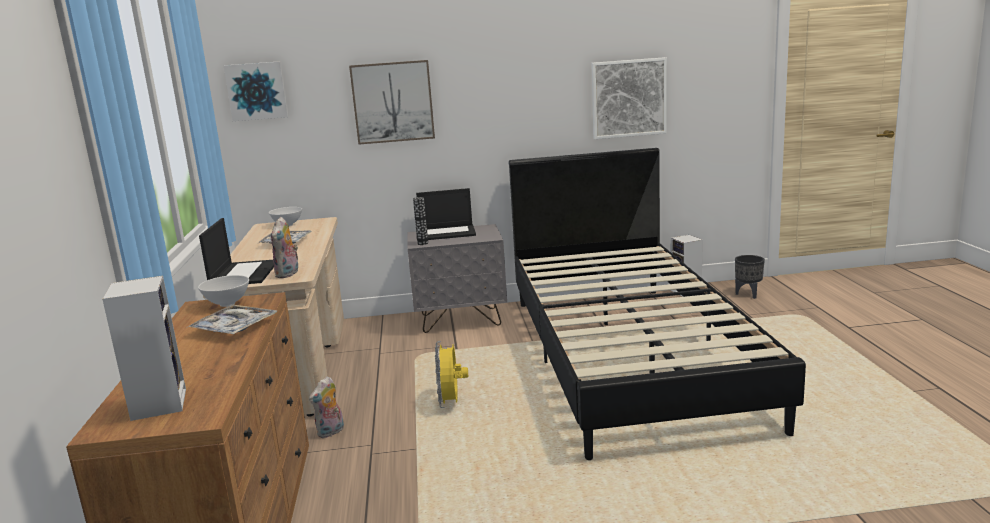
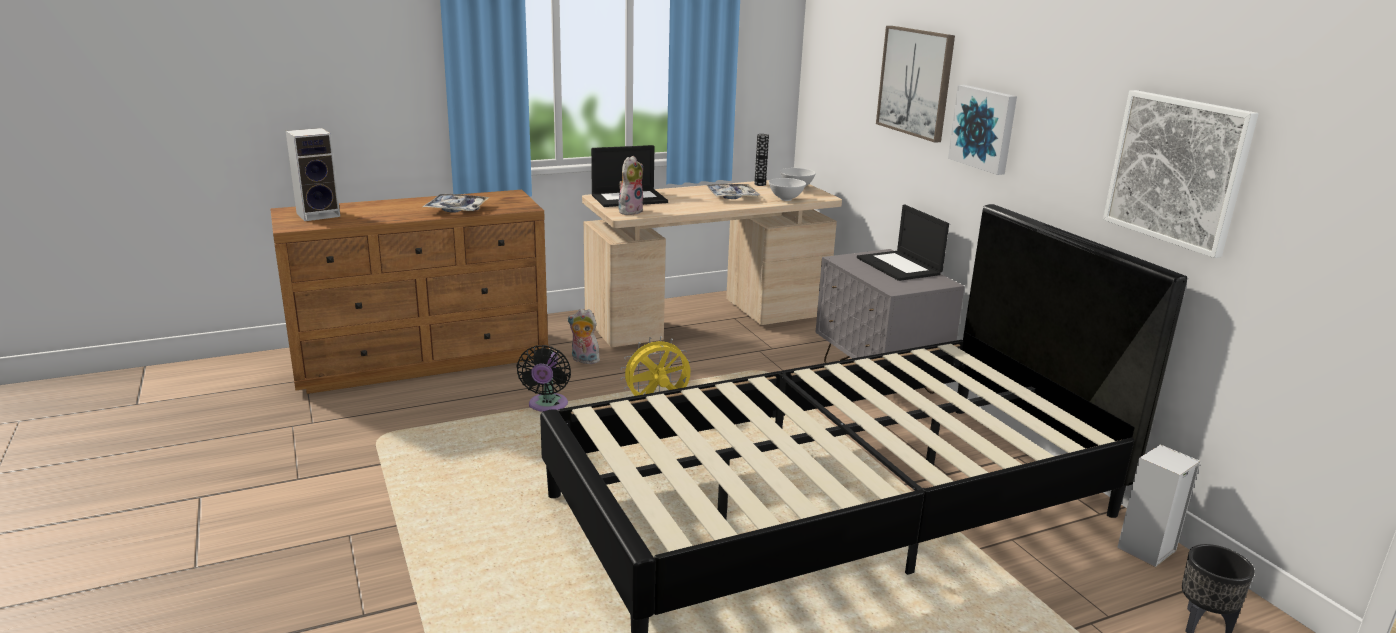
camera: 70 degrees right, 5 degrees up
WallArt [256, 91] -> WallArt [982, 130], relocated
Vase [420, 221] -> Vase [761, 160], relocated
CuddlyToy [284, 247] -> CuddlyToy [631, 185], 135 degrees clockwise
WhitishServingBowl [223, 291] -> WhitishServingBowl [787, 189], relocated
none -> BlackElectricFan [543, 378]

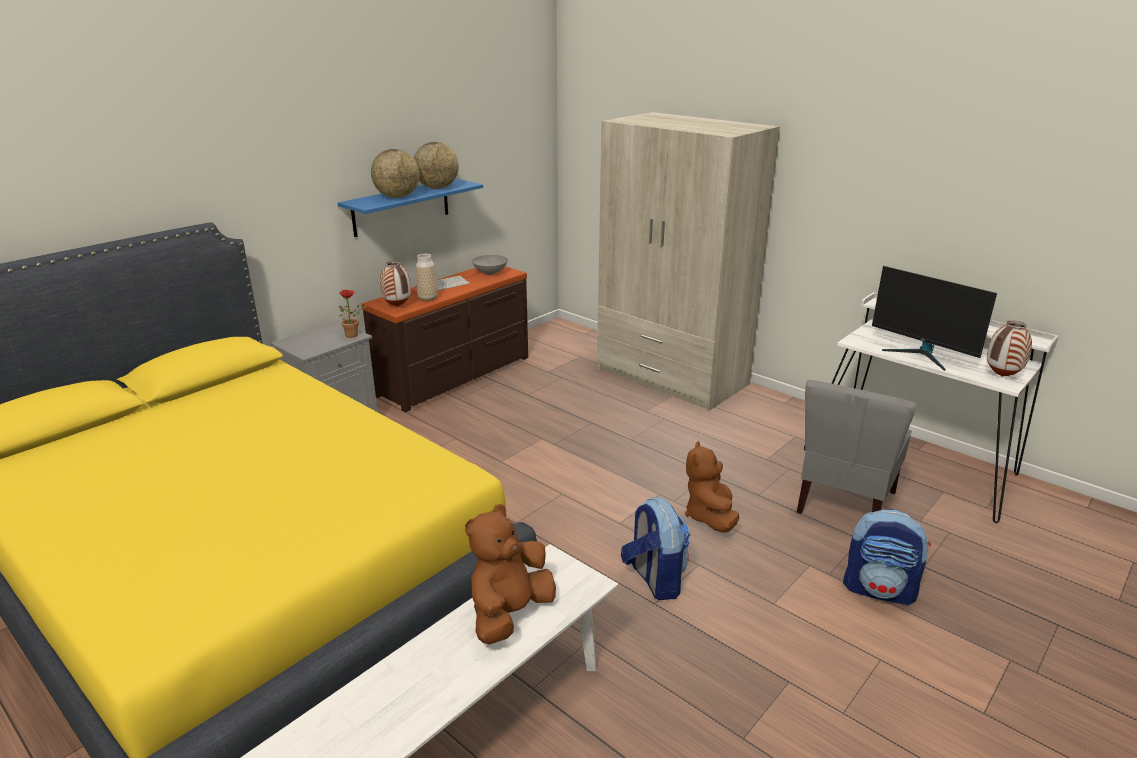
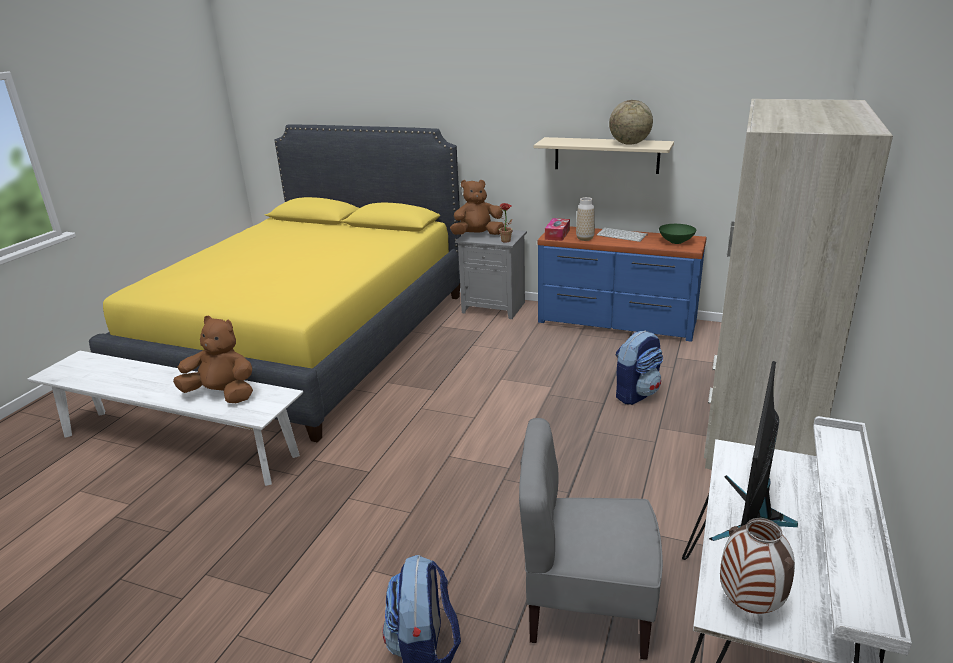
camera: 70 degrees right, 0 degrees up
DeskGlobe [395, 173] -> none
BlueColouredBracketShelf [410, 207] -> BeigeColouredBracketShelf [604, 155]
GrayServingBowl [490, 265] -> GreenColouredServingBowl [677, 234]
Vase [395, 284] -> BoxOfTissues [557, 229]
BrownDresser [444, 339] -> BlueColouredDresser [622, 284]
BrownCuddlyToy [712, 487] -> BrownCuddlyToy [477, 207], relocated
Knapsack [655, 548] -> Knapsack [639, 368], relocated

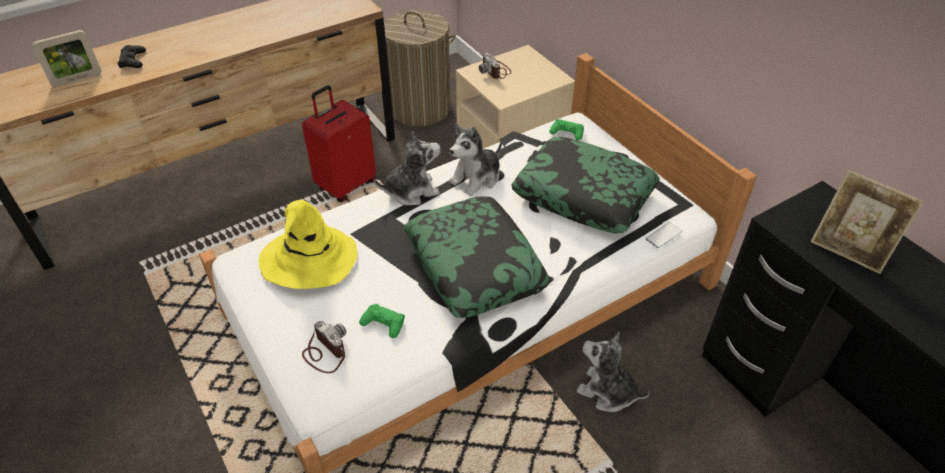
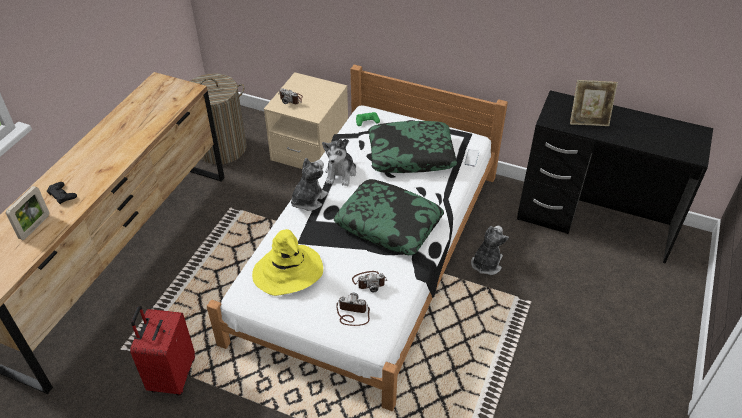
camera: 35 degrees left, 0 degrees up
ReddishPieceOfLuggage [339, 143] -> ReddishPieceOfLuggage [162, 351], relocated
GreenColouredGameController [382, 321] -> StillCamera [369, 281]
CuddlyToy [613, 372] -> CuddlyToy [490, 250], 120 degrees clockwise

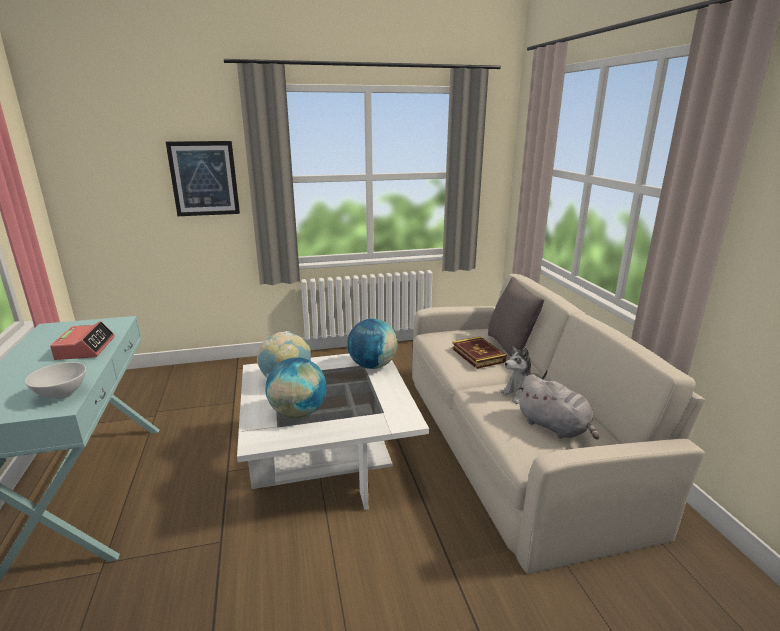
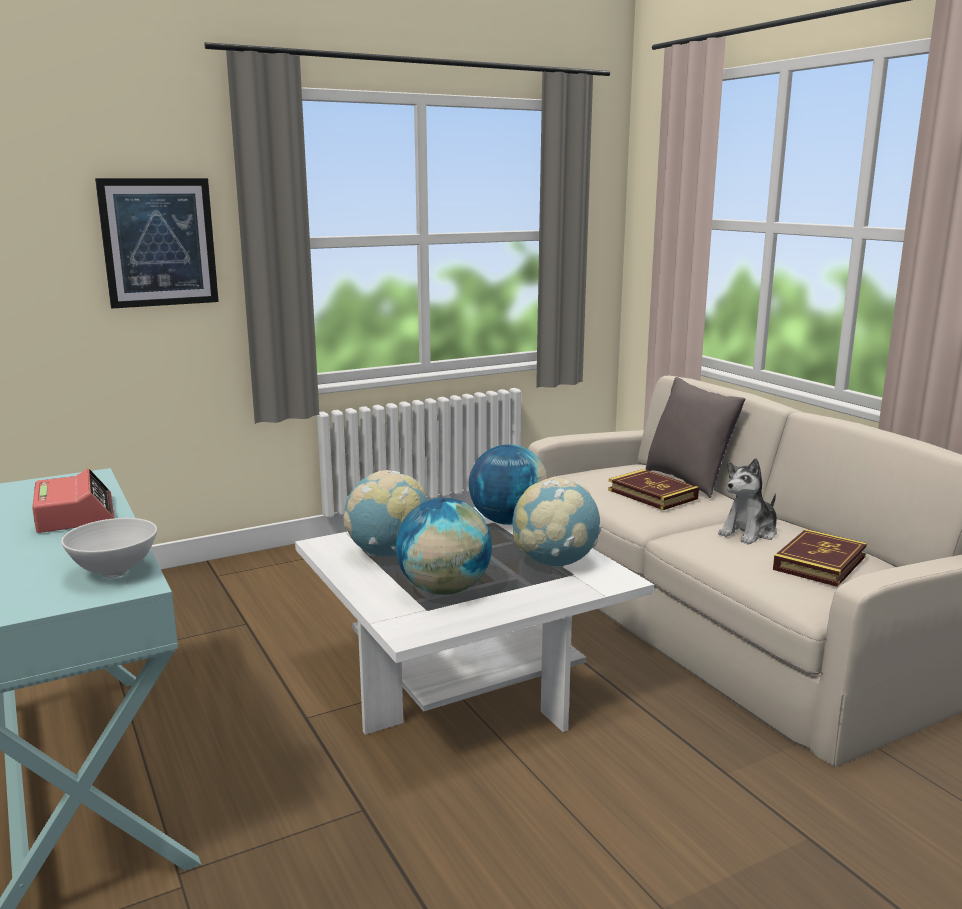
camera: 15 degrees left, 5 degrees down
GrayCuddlyToy [558, 407] -> Book [820, 558]
none -> DeskGlobe [557, 522]

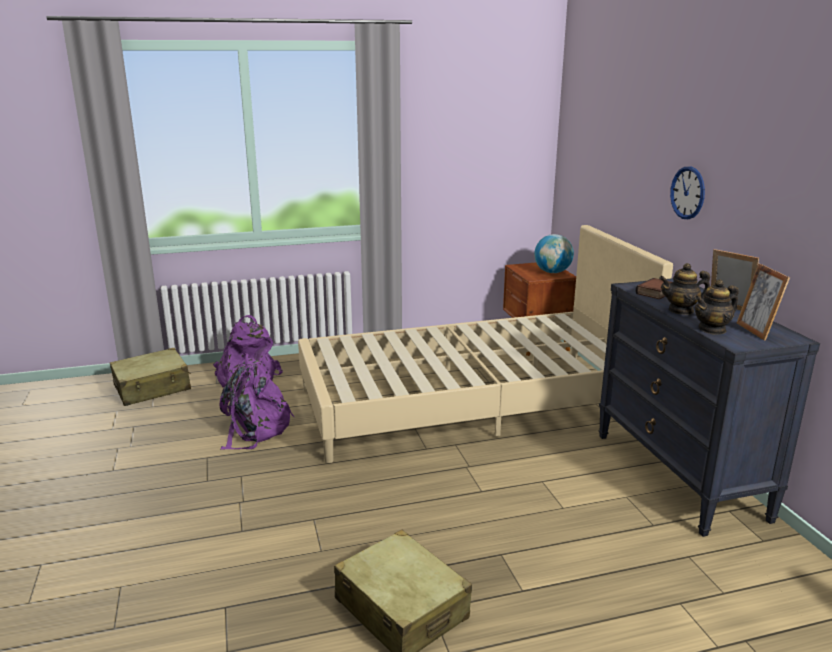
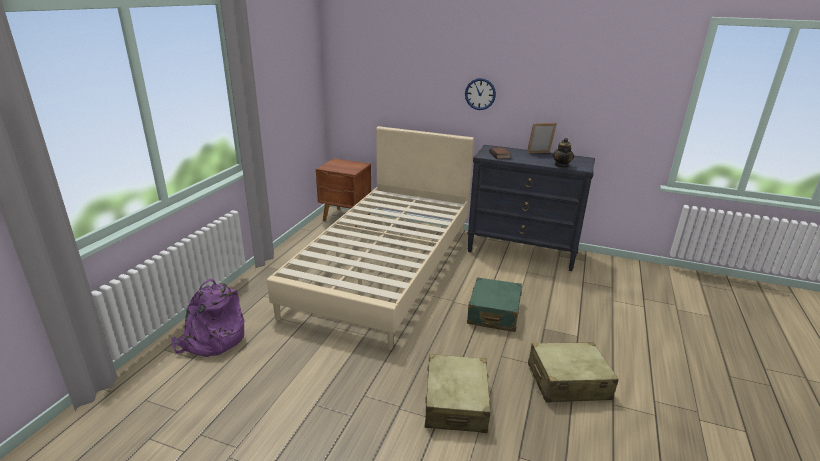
camera: 55 degrees left, 5 degrees up
DeskGlobe [554, 253] -> none
Teapot [684, 289] -> none
PictureFrame [763, 302] -> none
BeigeColouredPieceOfLuggage [150, 377] -> BeigeColouredPieceOfLuggage [458, 393], relocated
PurpleColouredKnapsack [257, 401] -> none
none -> GreenColouredPieceOfLuggage [494, 304]

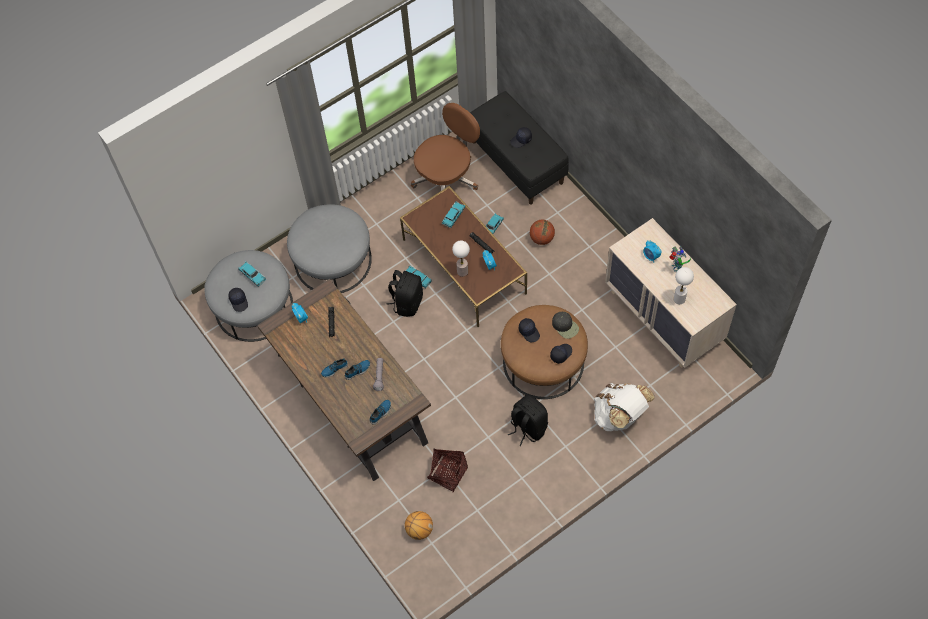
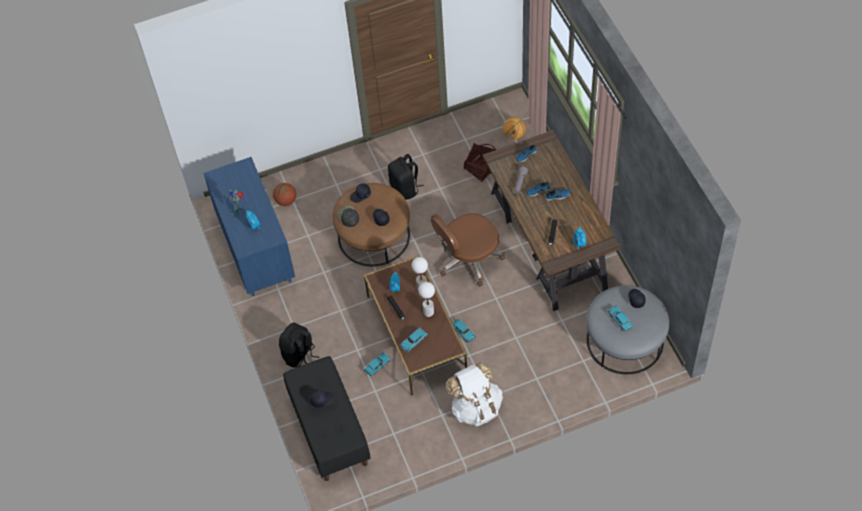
camera: 165 degrees left, 5 degrees down
BrownDeskChair [445, 147] -> BrownDeskChair [468, 249], relocated
GrayOttoman [329, 249] -> none
BeigeColouredDresser [671, 293] -> BlueColouredDresser [249, 226]
BasketballBall [542, 232] -> BasketballBall [284, 194], relocated
WhitishTableLamp [684, 285] -> WhitishTableLamp [426, 299], relocated
BlackKnapsack [405, 293] -> BlackKnapsack [299, 345], relocated
WhitishKnapsack [624, 407] -> WhitishKnapsack [474, 394], relocated

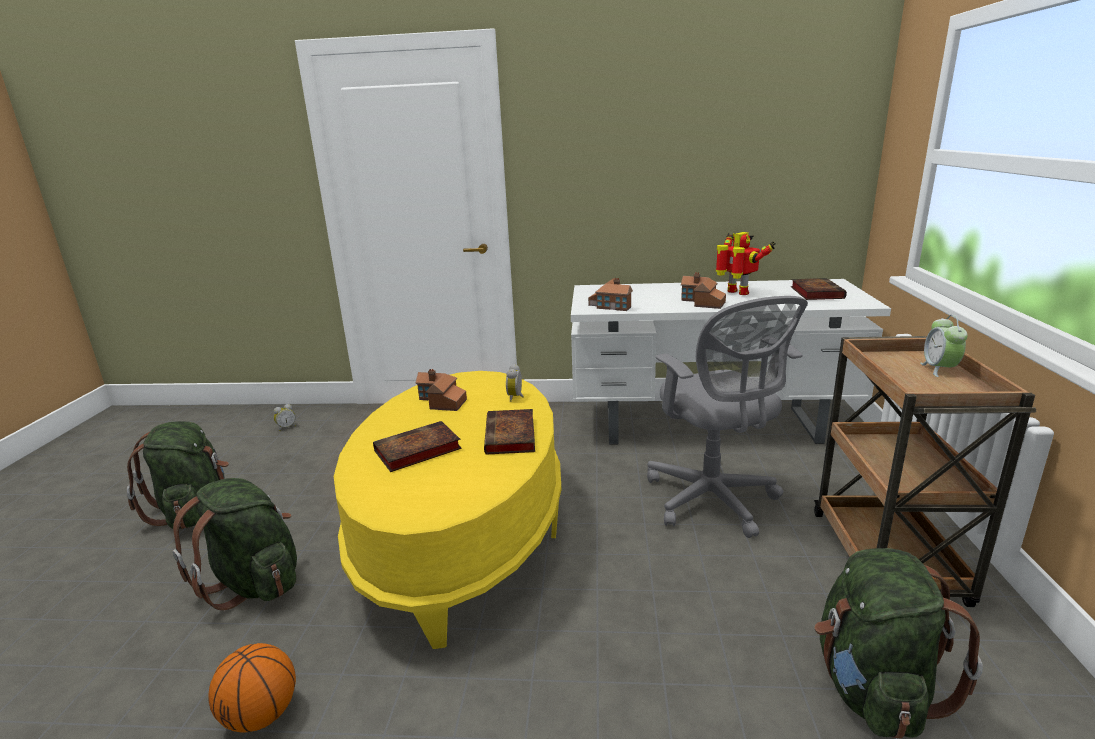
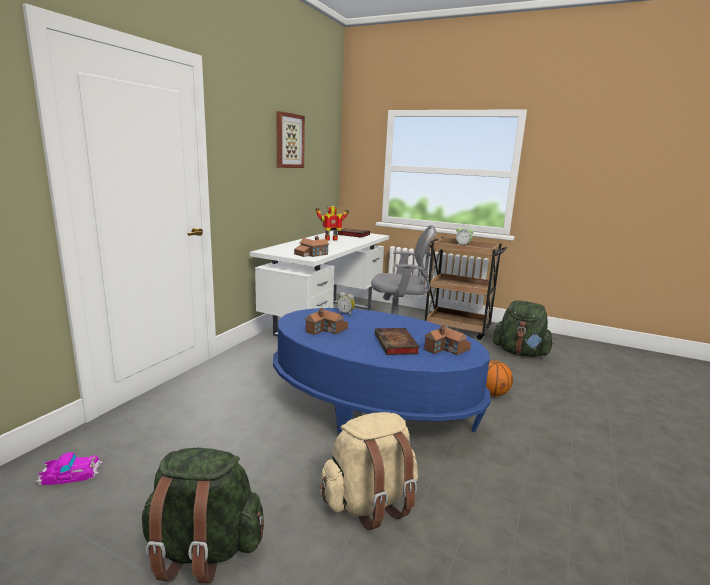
camera: 70 degrees left, 5 degrees down
ToyHouse [703, 290] -> ToyHouse [447, 340], relocated
YellowColouredCoffeeTable [447, 510] -> BlueColouredCoffeeTable [382, 371]
TableClock [285, 417] -> ModelCar [69, 468]
Book [509, 432] -> none
GreenColouredKnapsack [235, 544] -> BeigeColouredKnapsack [369, 471]
BasketballBall [252, 688] -> BasketballBall [499, 378], relocated
none -> WallArt [290, 139]

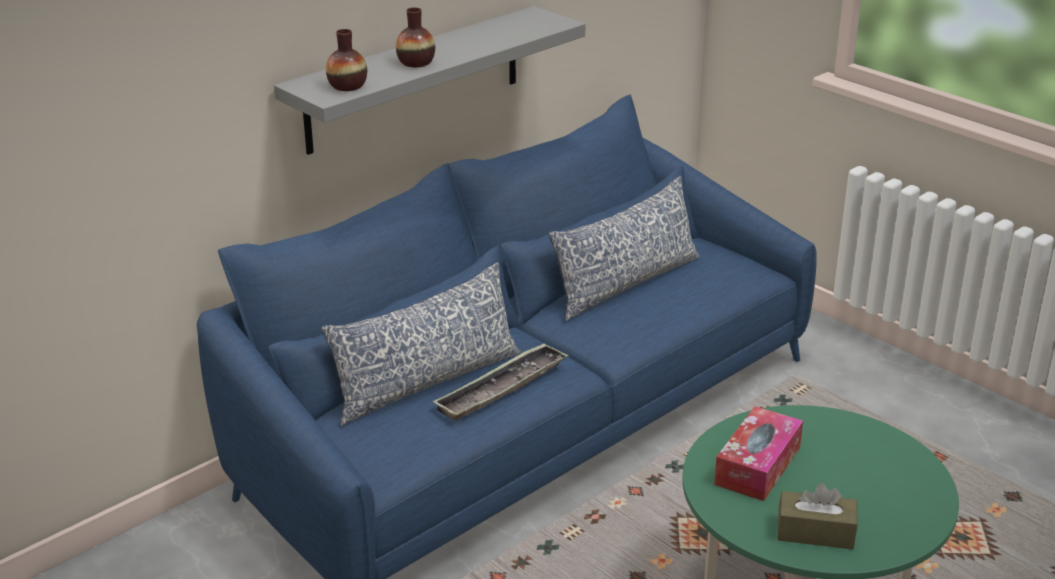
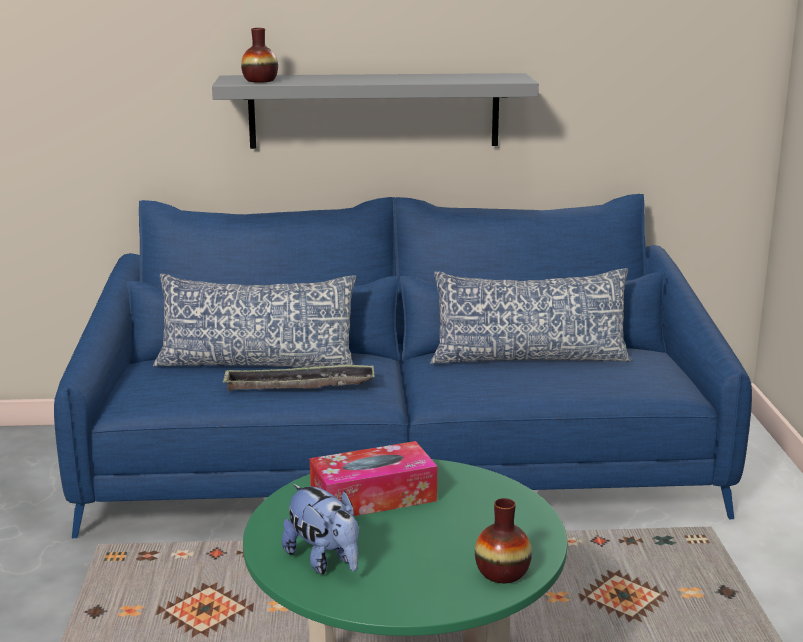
camera: 40 degrees right, 10 degrees down
Vase [415, 37] -> Vase [503, 540], relocated
BrownBoxOfTissues [817, 516] -> CuddlyToy [320, 529]

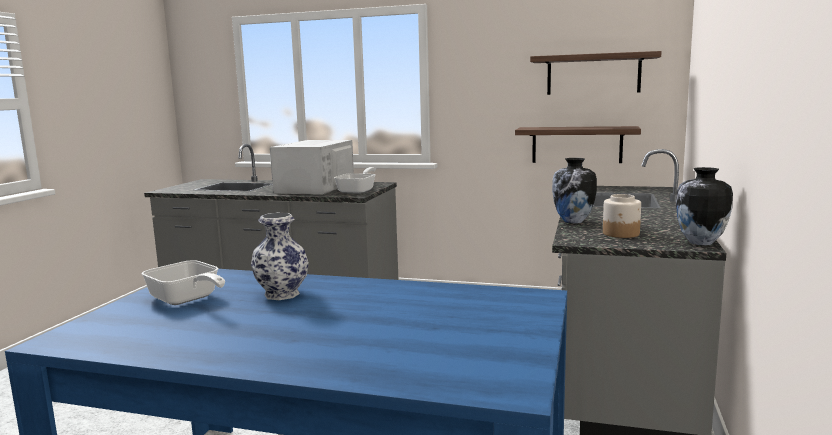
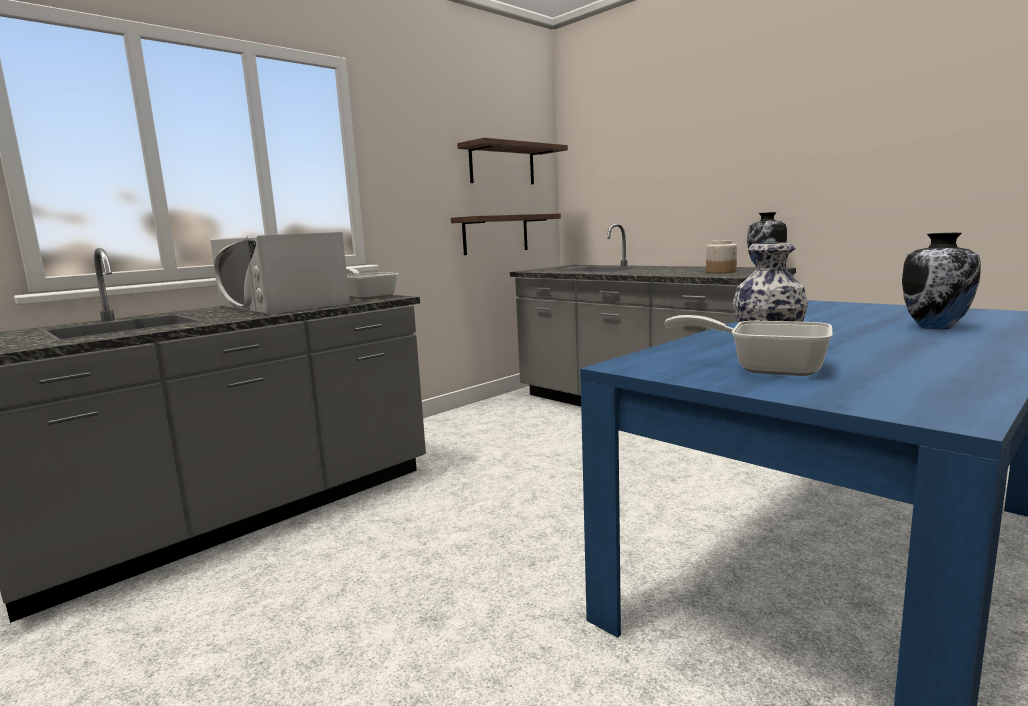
camera: 60 degrees left, 0 degrees up
Vase [574, 191] -> Vase [941, 281], relocated
FryingPan [183, 282] -> FryingPan [748, 345], 135 degrees counterclockwise

